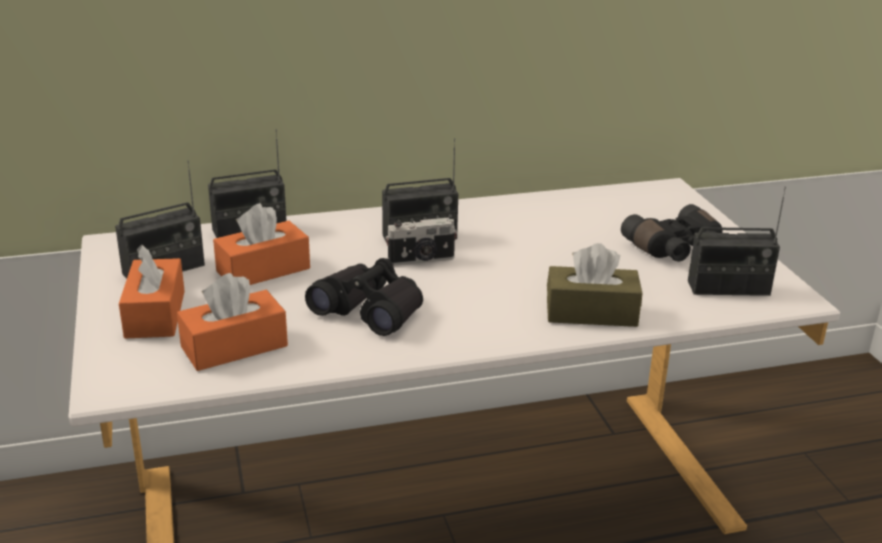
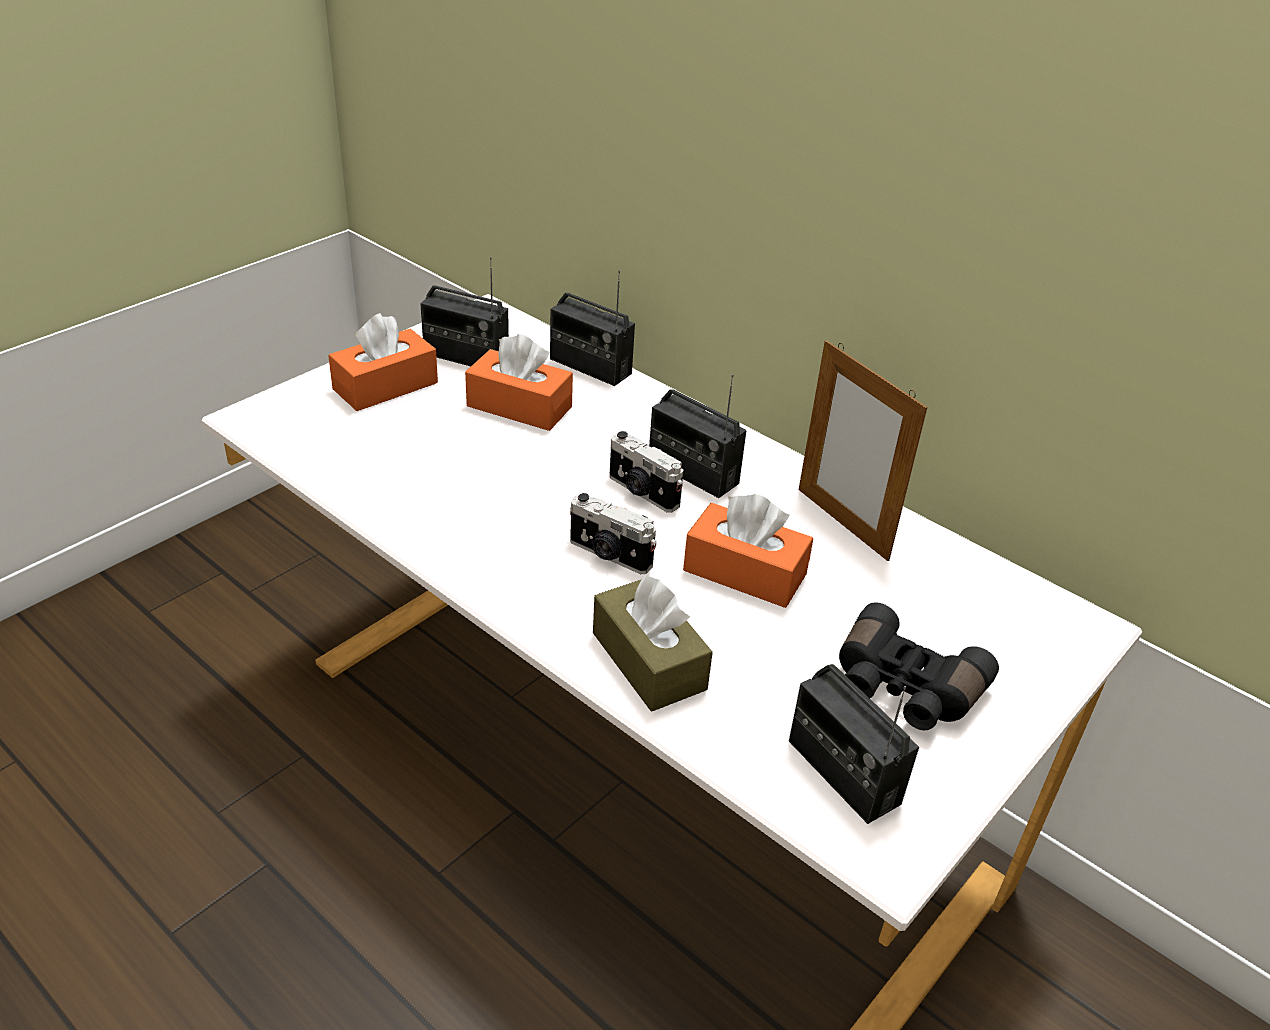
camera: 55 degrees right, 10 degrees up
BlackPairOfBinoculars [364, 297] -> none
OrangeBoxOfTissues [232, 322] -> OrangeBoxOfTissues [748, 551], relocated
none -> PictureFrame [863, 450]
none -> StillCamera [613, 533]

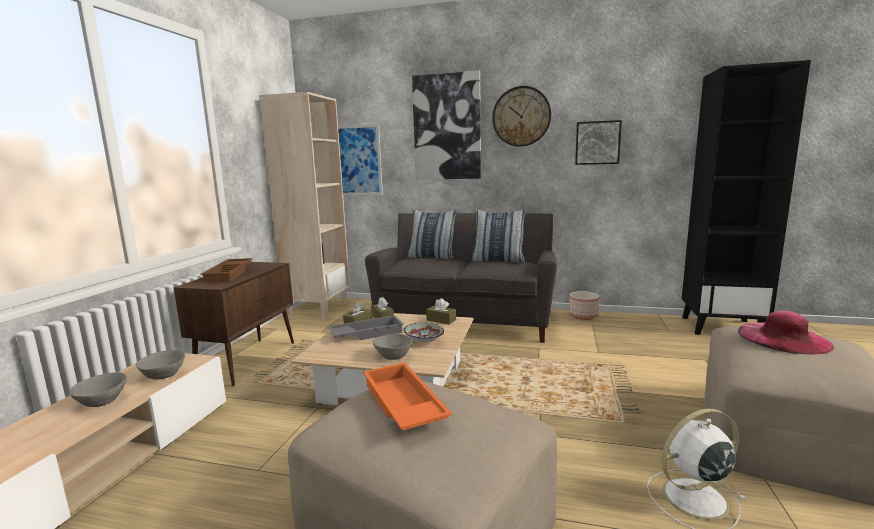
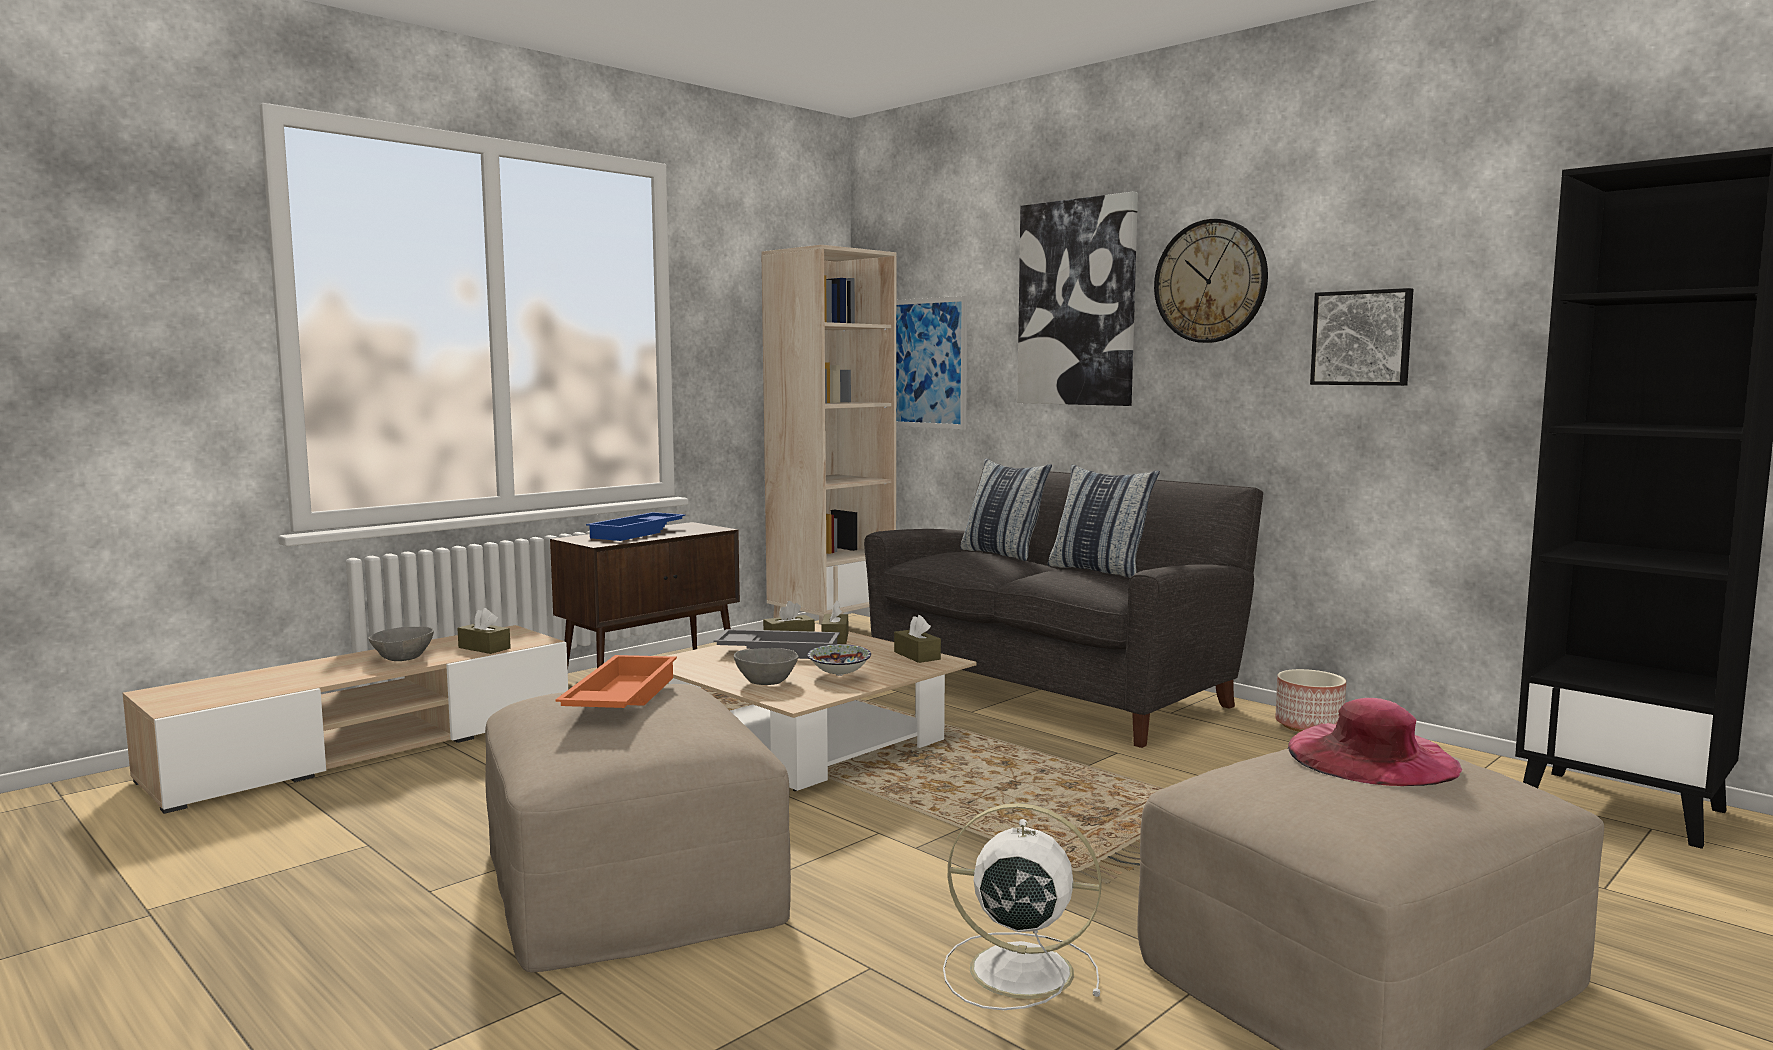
camera: 30 degrees right, 5 degrees down
BrownServingTray [226, 270] -> BlueColouredServingTray [635, 526]
GrayServingBowl [160, 365] -> BrownBoxOfTissues [484, 631]

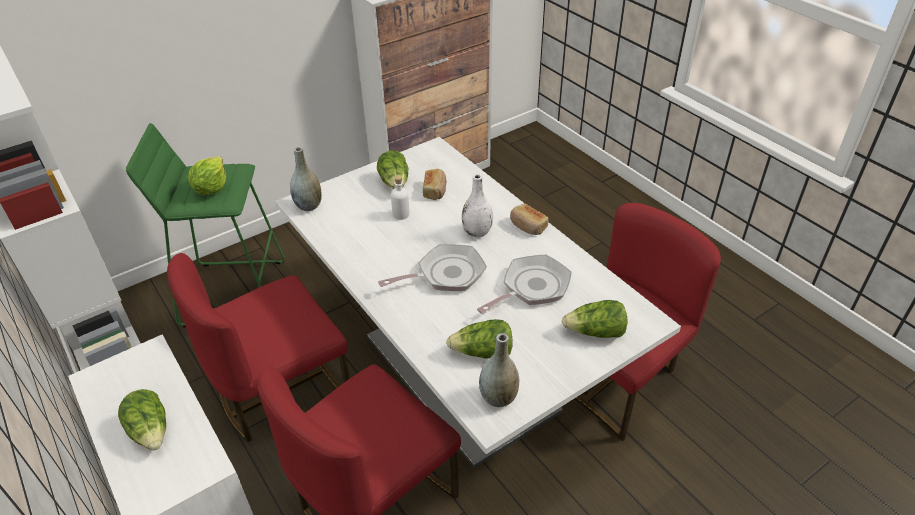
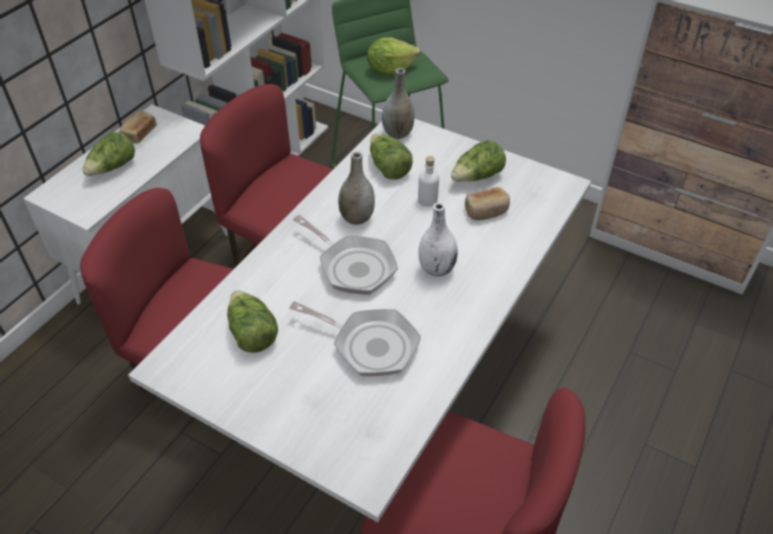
camera: 65 degrees right, 5 degrees up
Bread [529, 219] -> Bread [138, 127], relocated
LettuceHead [594, 319] -> LettuceHead [391, 156], relocated
GrayVase [499, 370] -> GrayVase [356, 188], relocated

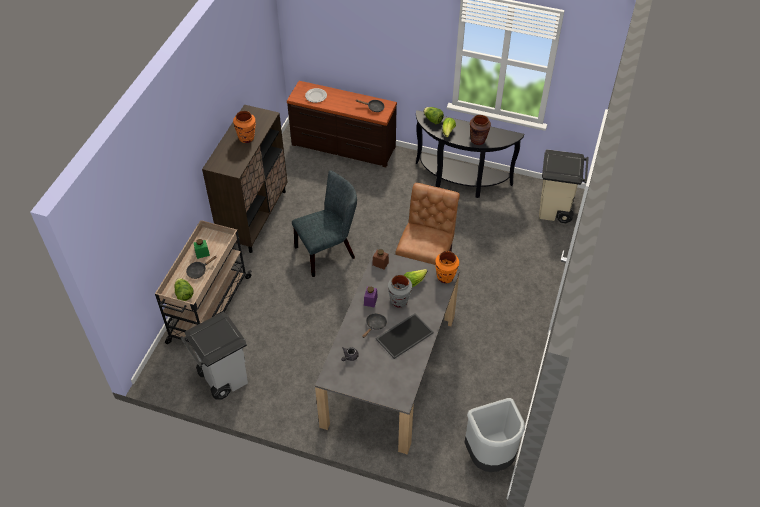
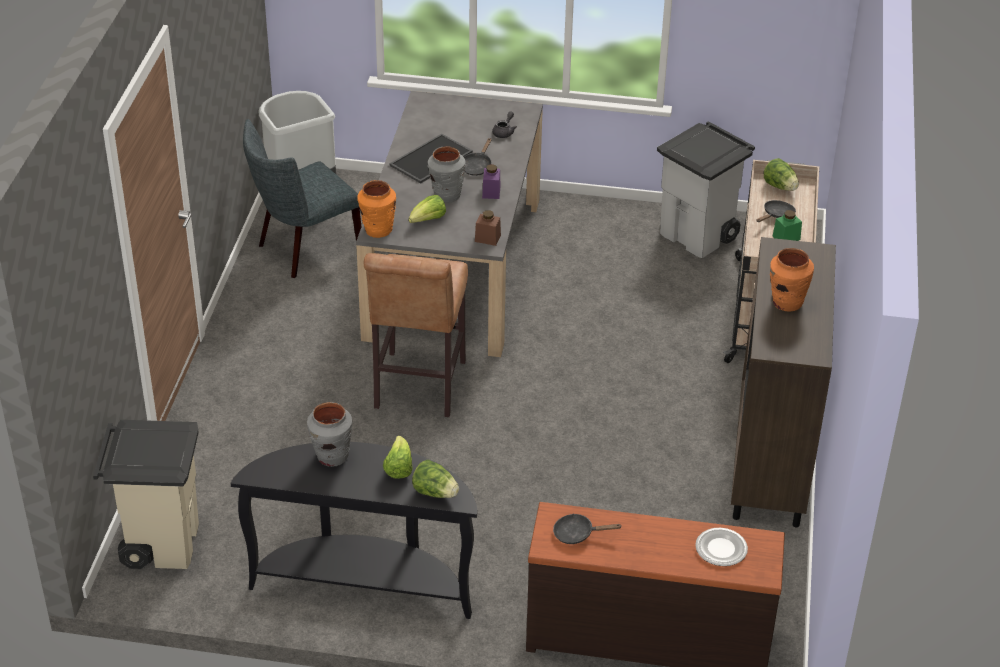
camera: 170 degrees right, 10 degrees down
BrownVase [480, 130] -> GrayVase [329, 434]
GrayUprightChair [324, 223] -> GrayUprightChair [302, 198], relocated

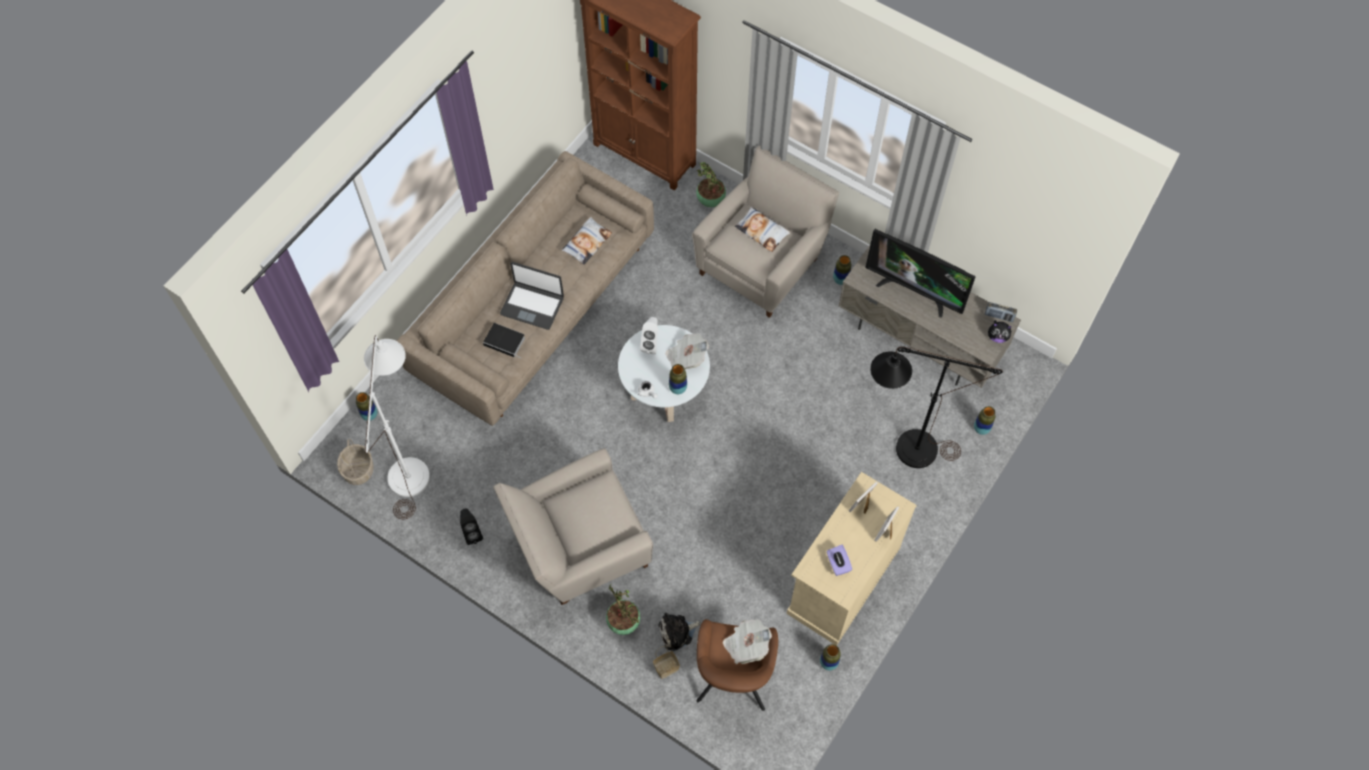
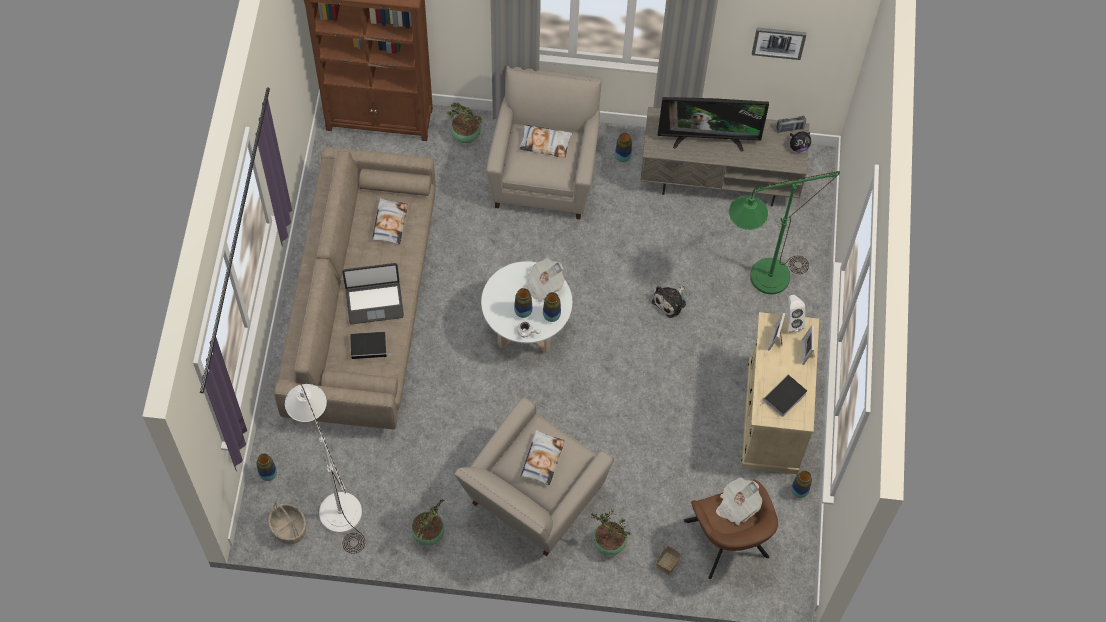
camera: 30 degrees left, 0 degrees up
WhitishSpeaker [649, 335] -> WhitishSpeaker [796, 314], relocated
BlackStandingLamp [936, 407] -> GreenColouredStandingLamp [784, 232]
Vase [985, 420] -> Vase [523, 303], relocated
BlackSpeaker [471, 526] -> Houseplant [428, 522]
PurpleColouredBoxOfTissues [839, 560] -> Book [783, 395]
CuddlyToy [679, 631] -> CuddlyToy [669, 301], relocated
none -> WallArt [779, 43]
none -> Pillow [543, 457]

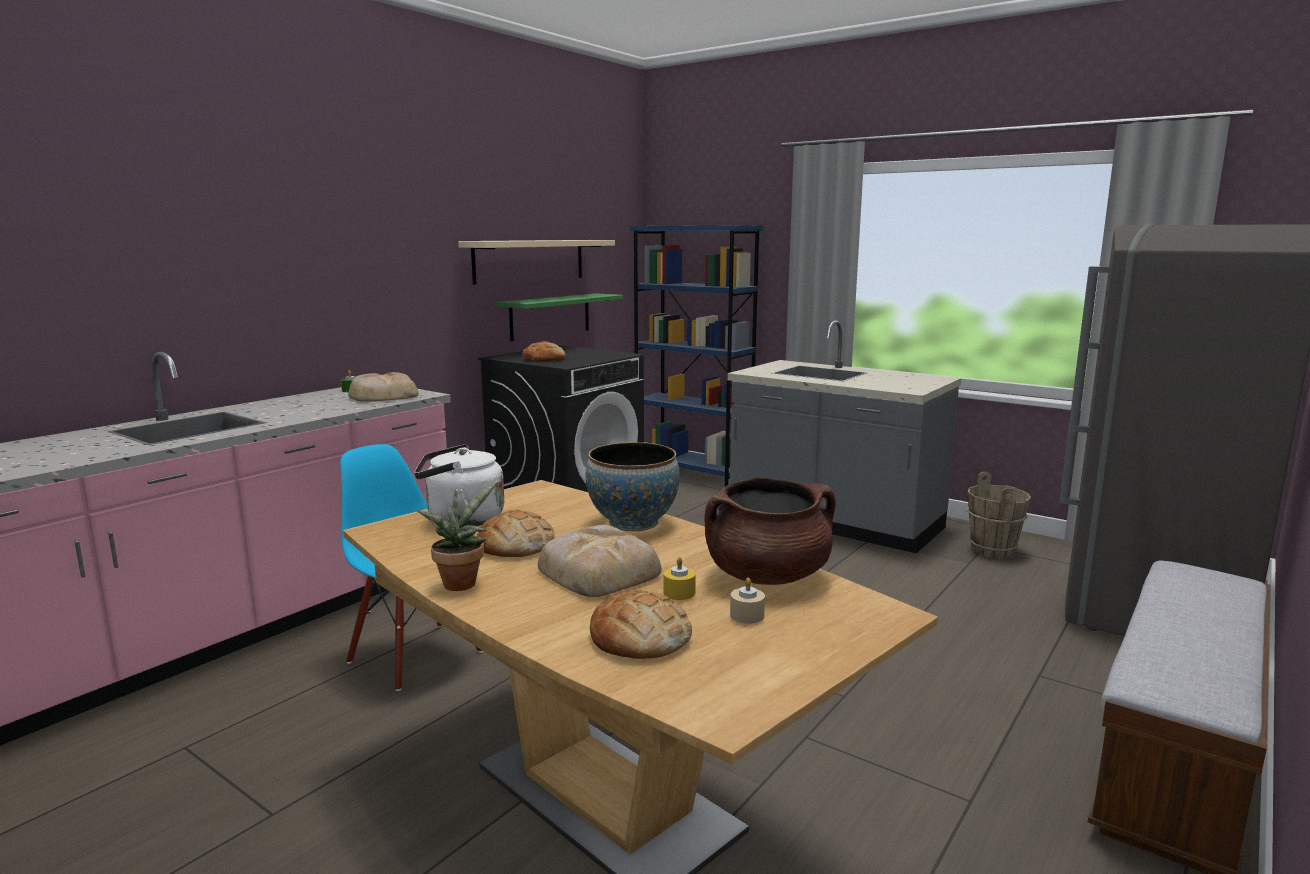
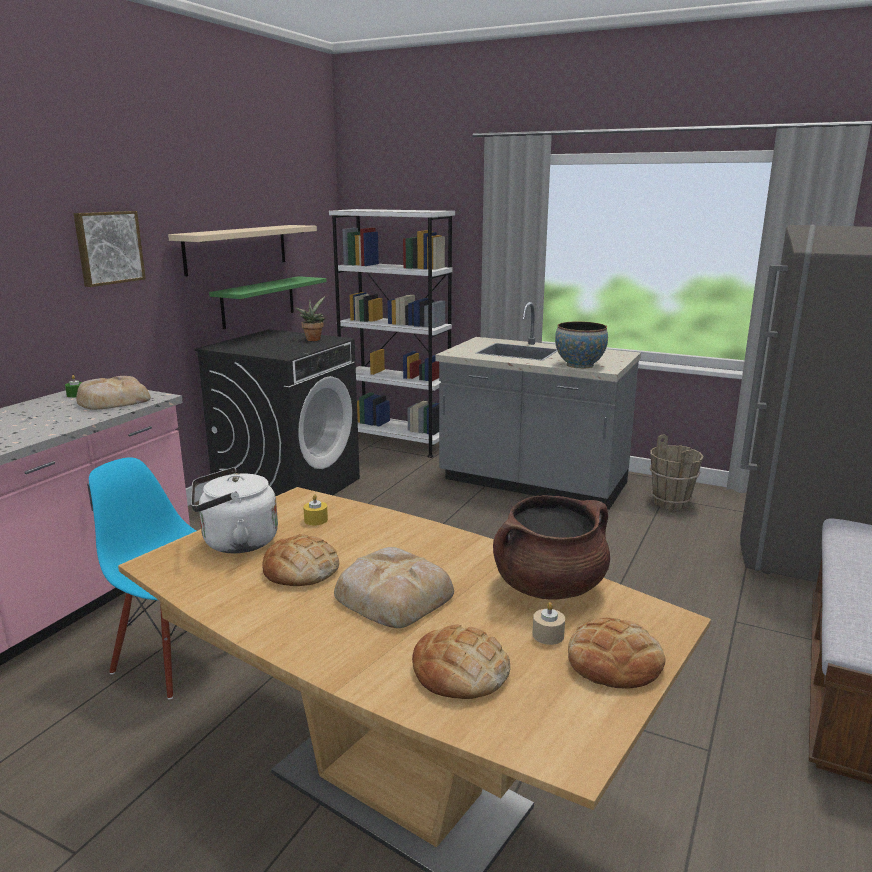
camera: 10 degrees left, 5 degrees up
BlueColouredBookcase [696, 356] -> WhitishBookcase [392, 333]
Bread [544, 351] -> Bread [617, 653], relocated
ServingBowl [632, 486] -> ServingBowl [581, 344], relocated
Houseplant [457, 536] -> Houseplant [310, 318], relocated
YellowColouredWaxLight [679, 578] -> YellowColouredWaxLight [315, 509], relocated
none -> WallArt [109, 249]

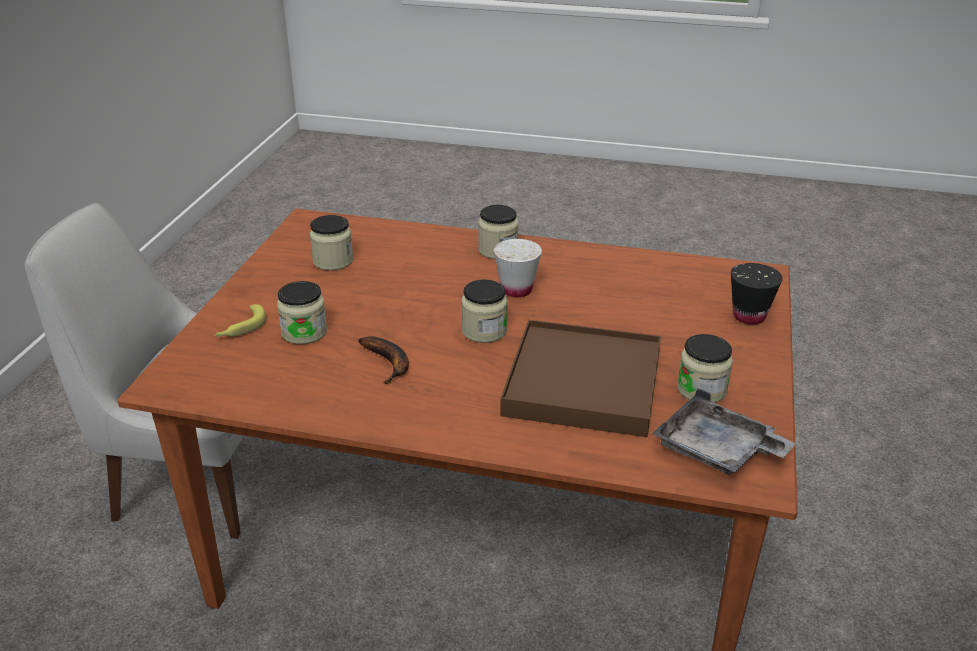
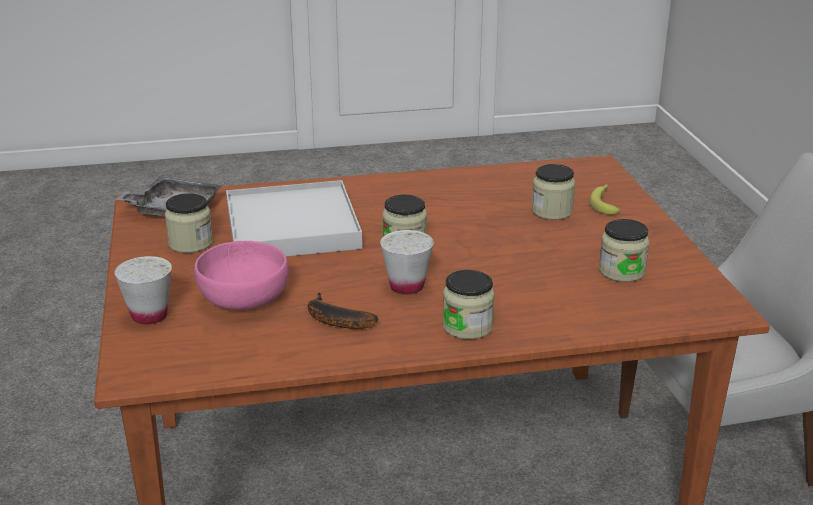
camera: 155 degrees right, 5 degrees down
BlackCup [757, 293] -> WhitishCup [143, 290]
BrownServingTray [580, 378] -> WhitishServingTray [294, 218]
BananaFruit [383, 360] -> BananaFruit [343, 310], relocated
none -> PinkServingBowl [241, 275]

